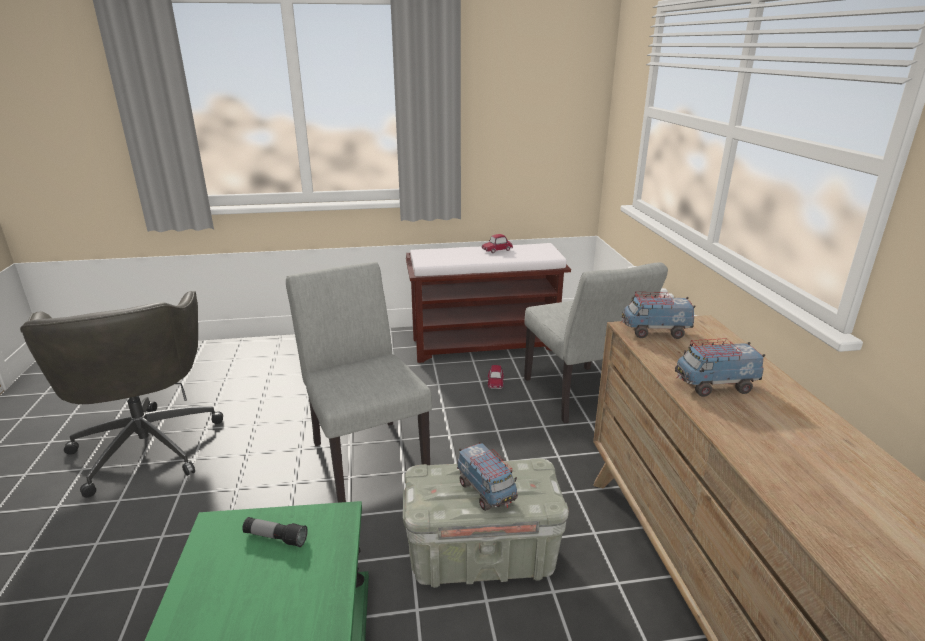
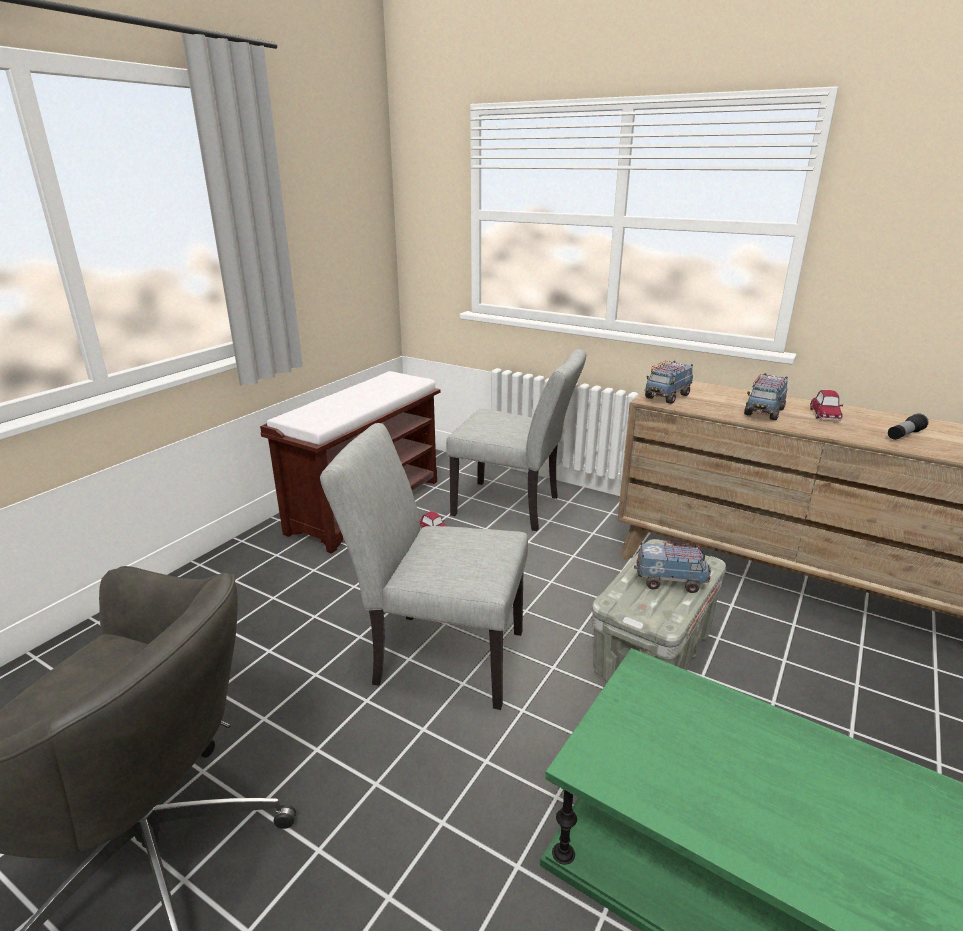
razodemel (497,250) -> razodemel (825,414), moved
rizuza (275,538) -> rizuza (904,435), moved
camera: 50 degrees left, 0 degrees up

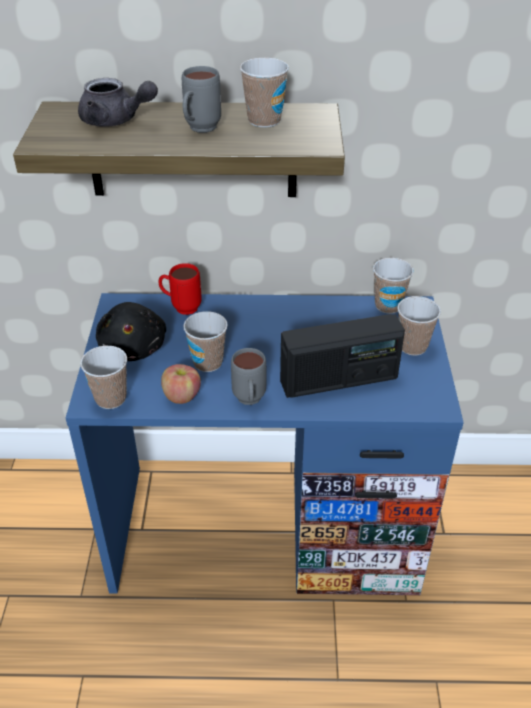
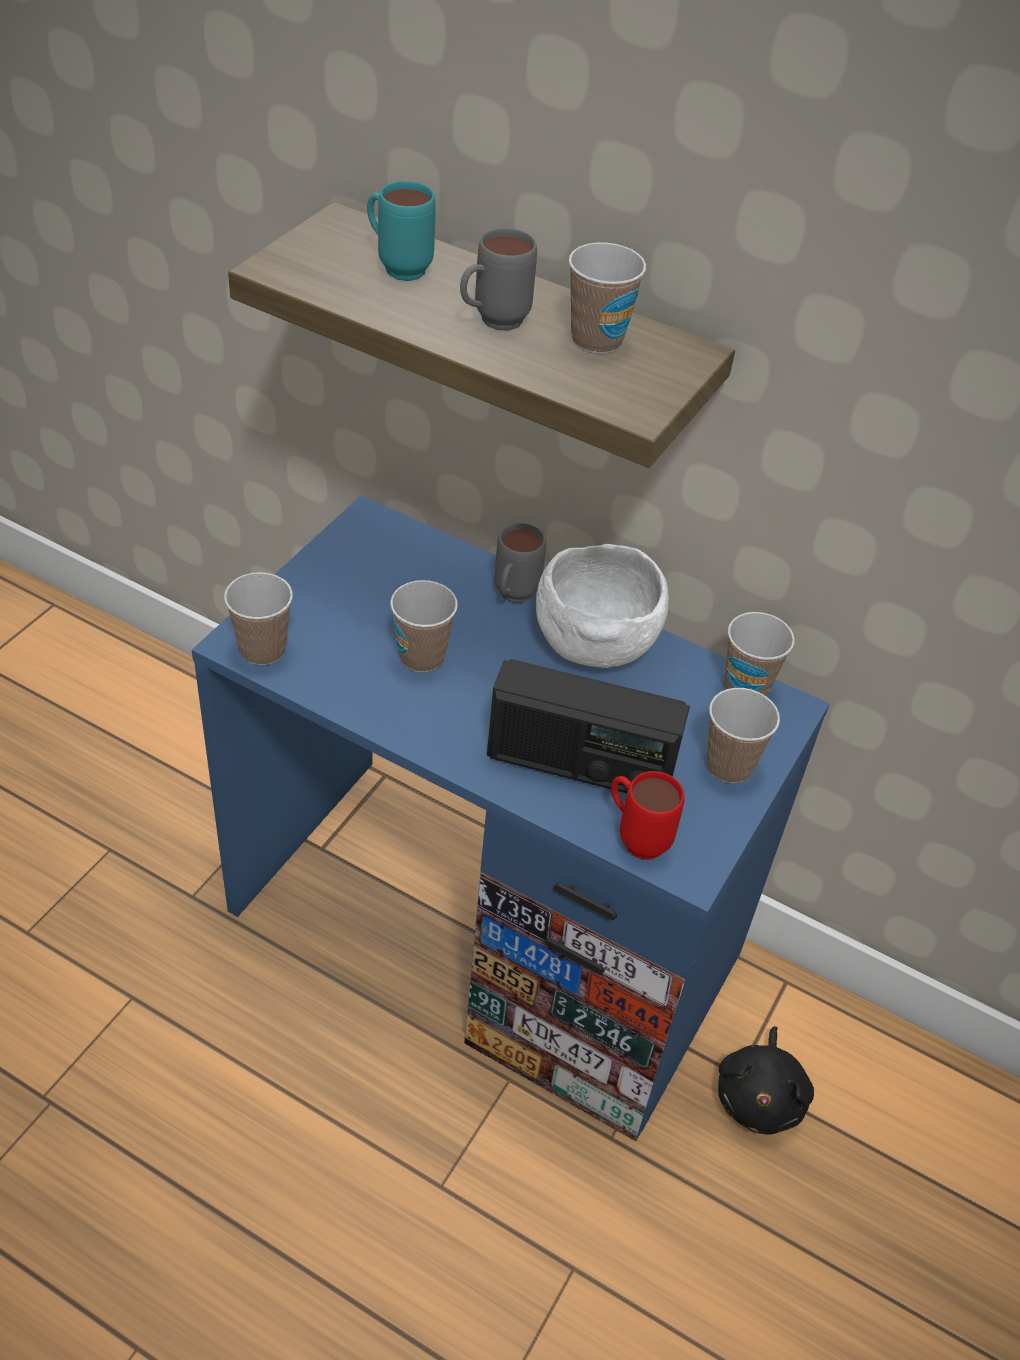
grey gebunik (115,121) -> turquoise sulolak (397,267)
grey sulolak (249,402) -> grey sulolak (512,598), moved
none -> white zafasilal (594,643)
red sulolak (181,307) -> red sulolak (635,837), moved
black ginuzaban (133,348) -> black ginuzaban (760,1096), moved
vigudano (181,396) -> none
camera: 25 degrees right, 5 degrees up

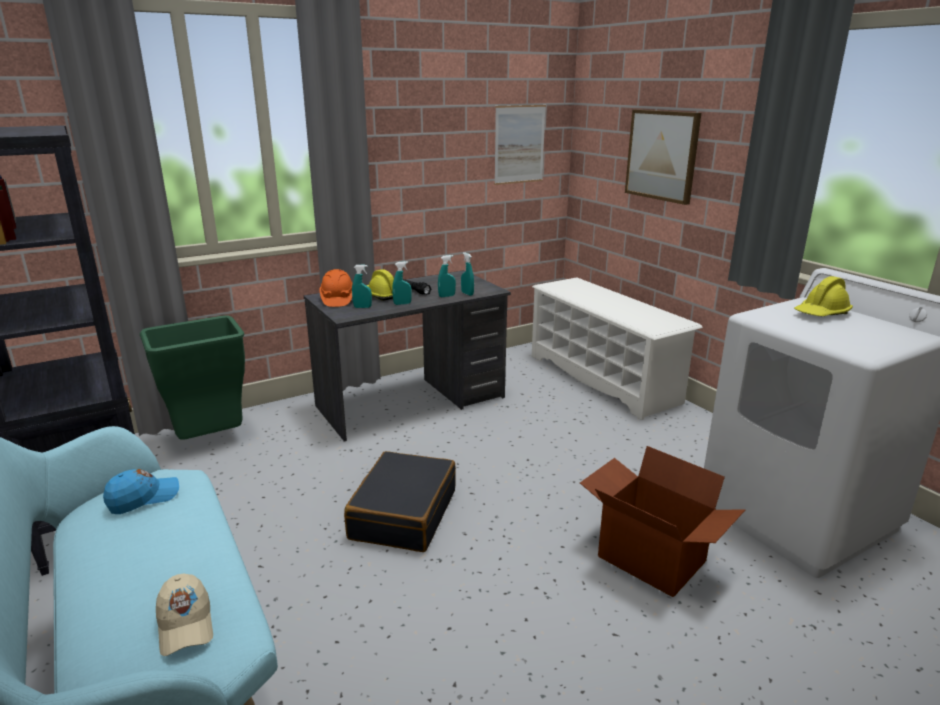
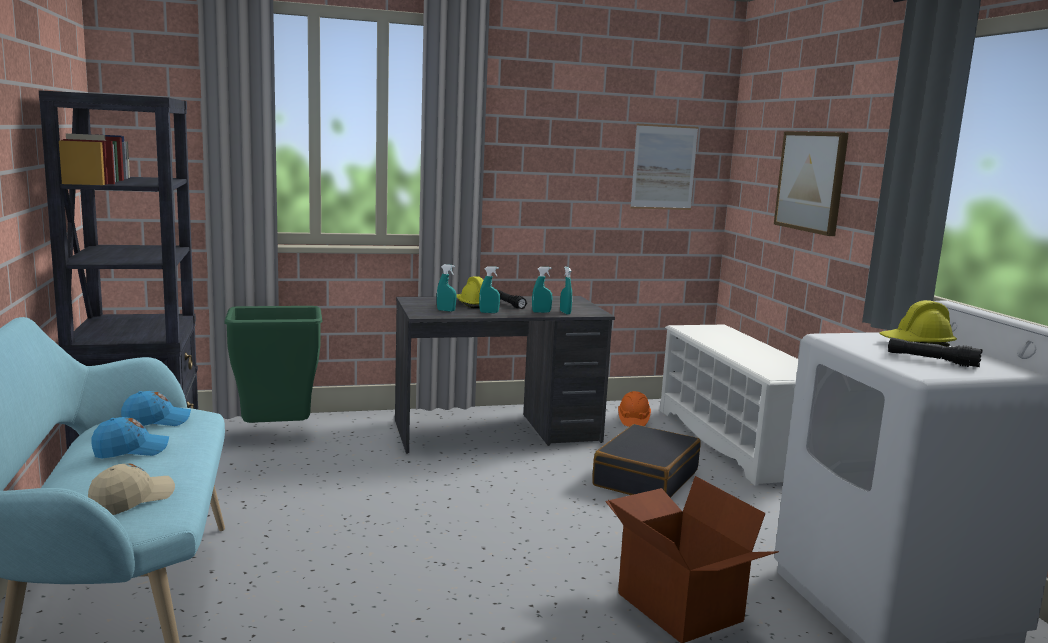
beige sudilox (185,625) -> beige sudilox (132,500), 135 degrees counterclockwise
none -> blue sudilox (131,450)
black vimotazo (403,514) -> black vimotazo (645,478), moved
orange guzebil (337,300) -> orange guzebil (633,420), moved
none -> black rizuza (932,360)
camera: 15 degrees right, 10 degrees down

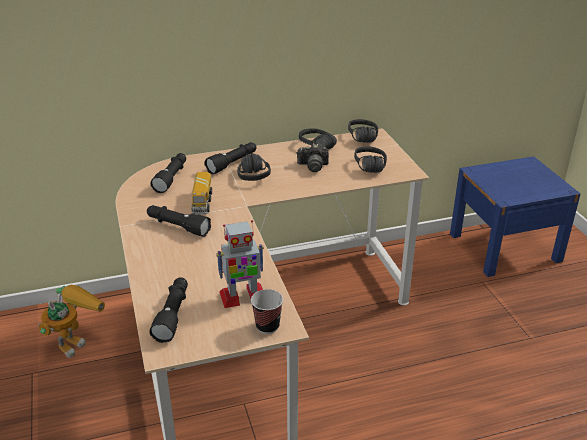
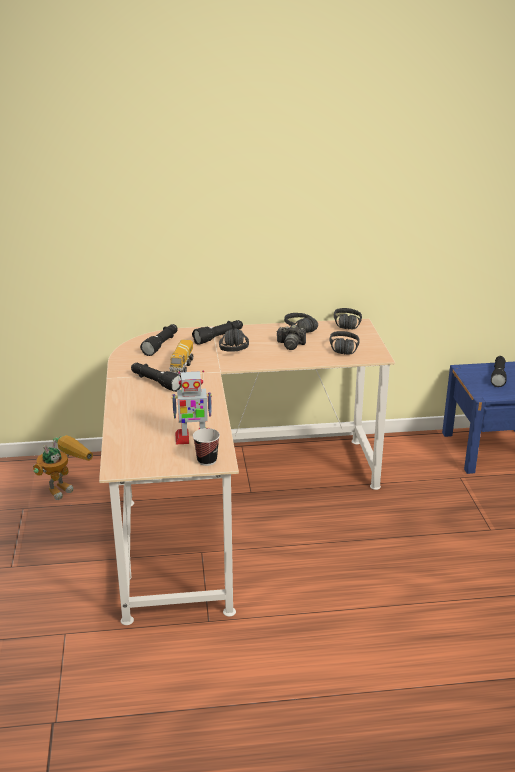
black rizuza (173,315) -> black rizuza (498,376), moved
camera: 10 degrees right, 5 degrees down

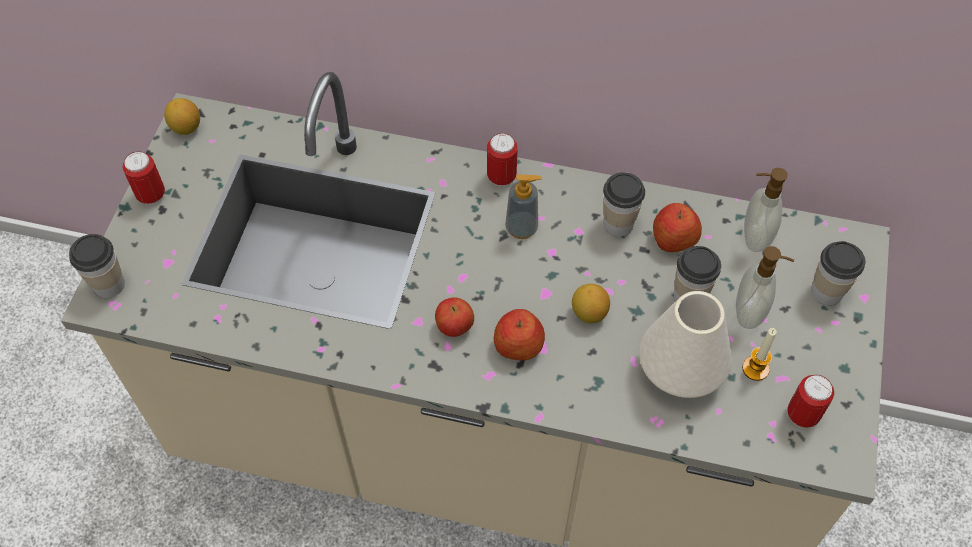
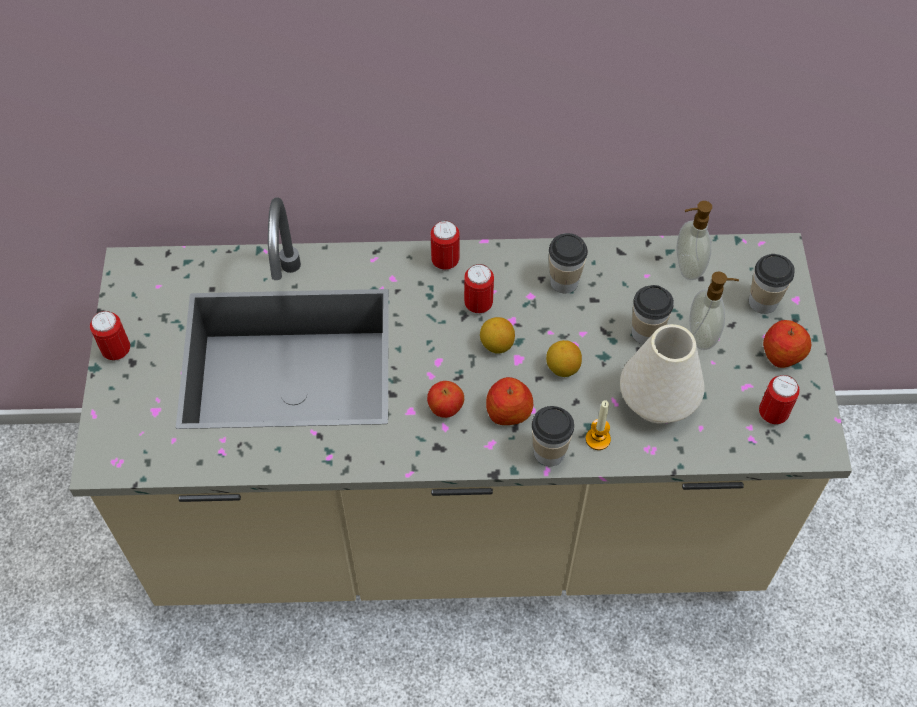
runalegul (521,228) -> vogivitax (478,304)
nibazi (186,128) -> nibazi (496,345), moved
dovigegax (108,284) -> dovigegax (549,452), moved
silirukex (755,368) -> silirukex (598,439), moved
vigudano (673,239) -> vigudano (782,353), moved
camera: 15 degrees left, 0 degrees up

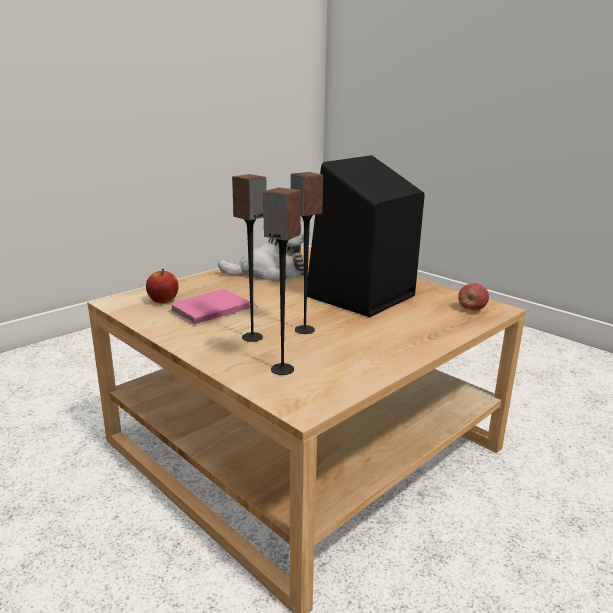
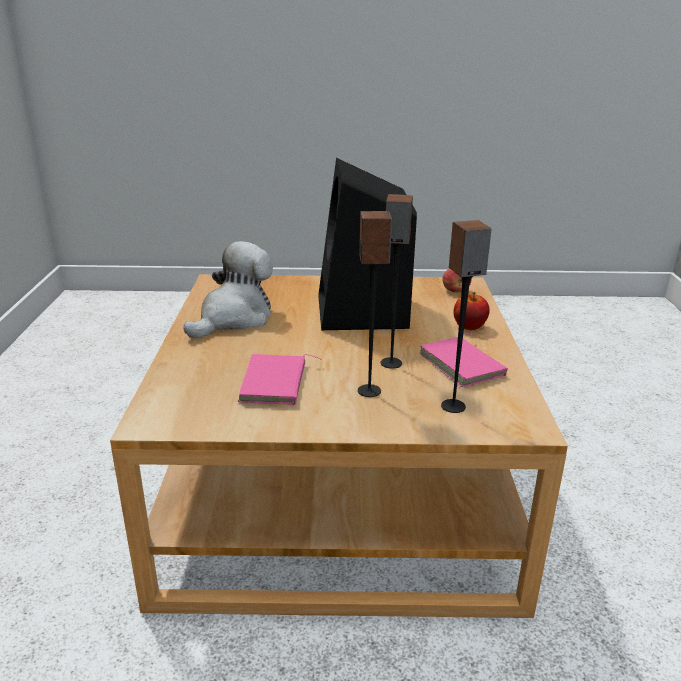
none -> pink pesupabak (464,365)
vigudano (163,301) -> vigudano (469,327), moved
camera: 45 degrees left, 5 degrees up

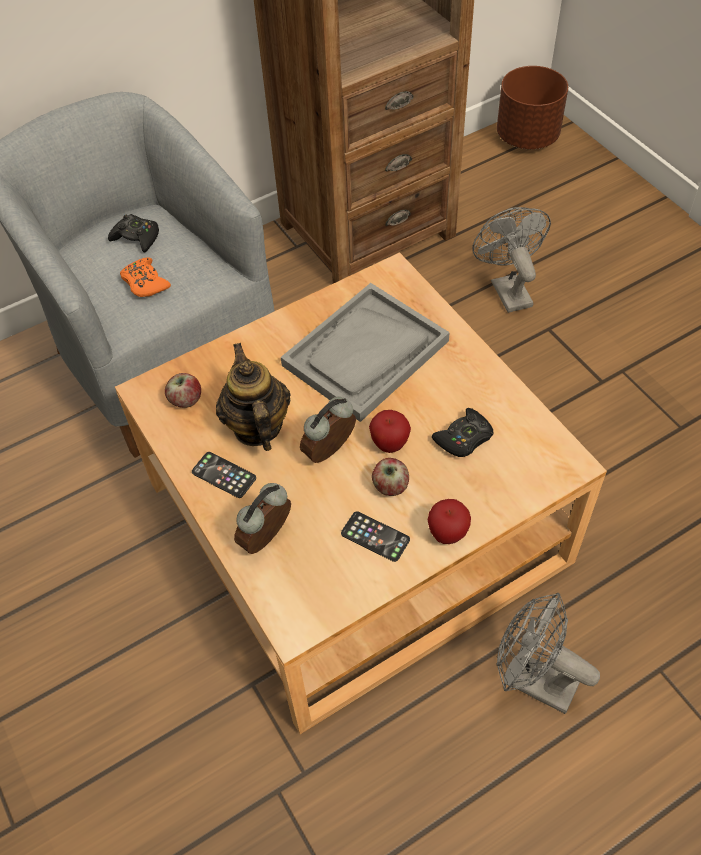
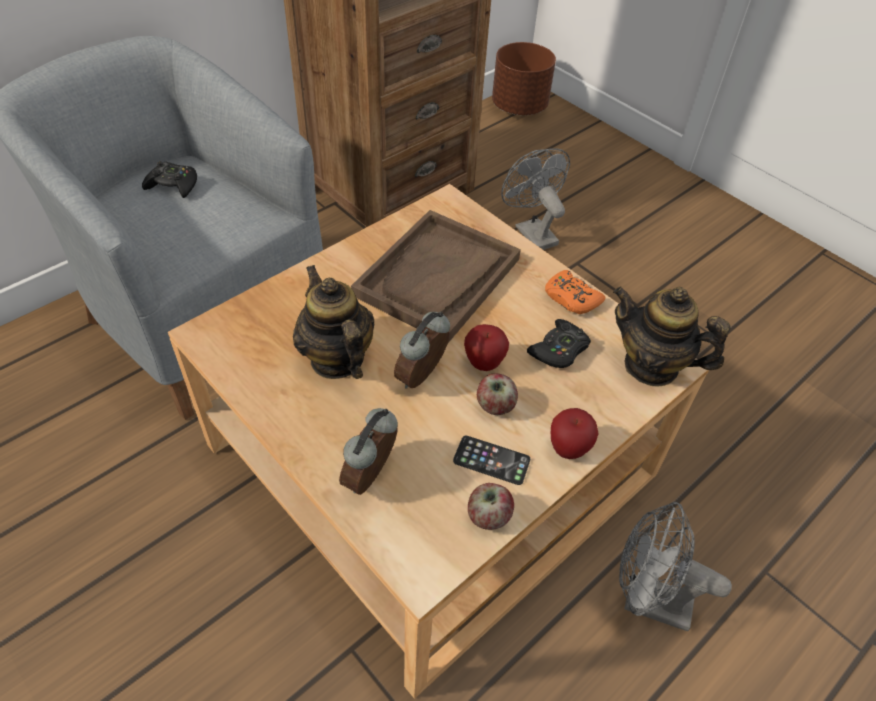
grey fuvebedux (365,354) -> brown fuvebedux (437,277)
vigudano (186,400) -> vigudano (488,516), moved
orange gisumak (145,283) -> orange gisumak (571,298), moved
none -> gebunik (651,366)
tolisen (224,475) -> none
camera: 15 degrees left, 5 degrees down

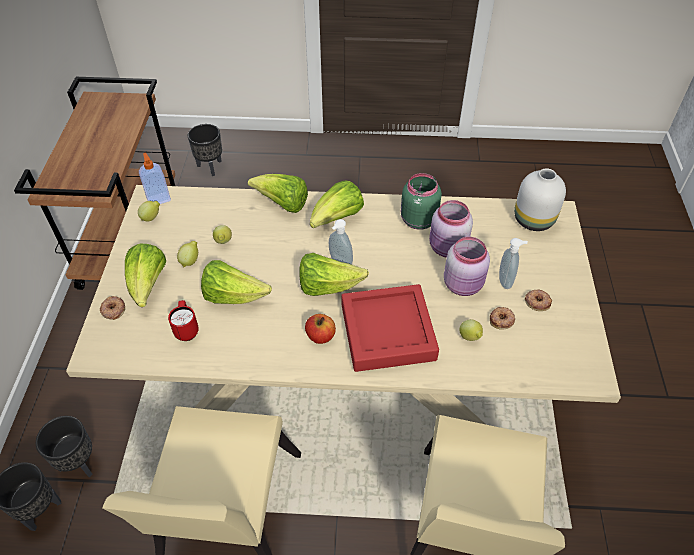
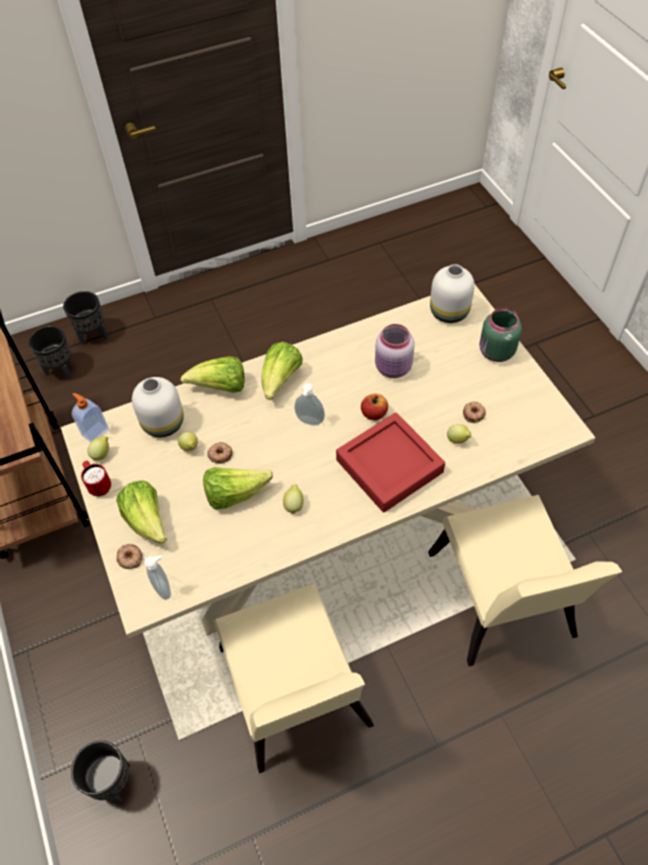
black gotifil (80,464) -> black gotifil (94,336), moved
red sulolak (186,329) -> red sulolak (98,485), moved
none -> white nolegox (162,424)
runalegul (506,281) -> runalegul (164,588), moved
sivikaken (537,301) -> sivikaken (220,454), moved
nibazi (190,261) -> nibazi (294,504), moved
vigudano (320,336) -> vigudano (374,414), moved
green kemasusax (417,220) -> green kemasusax (495,352), moved
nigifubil (328,287) -> none
pink kemasusax (464,285) -> none
camera: 25 degrees left, 5 degrees up

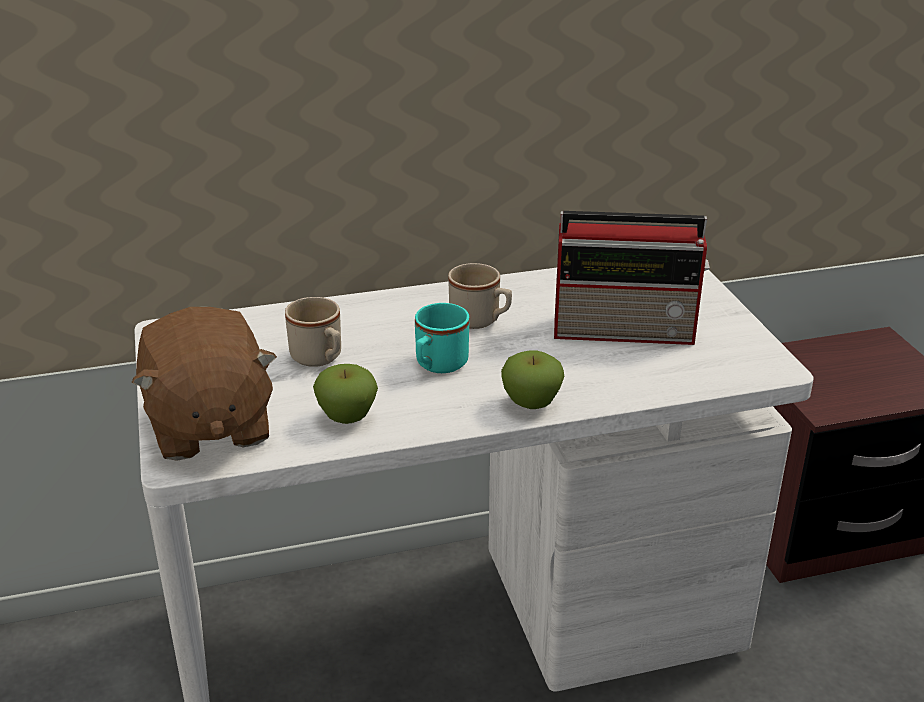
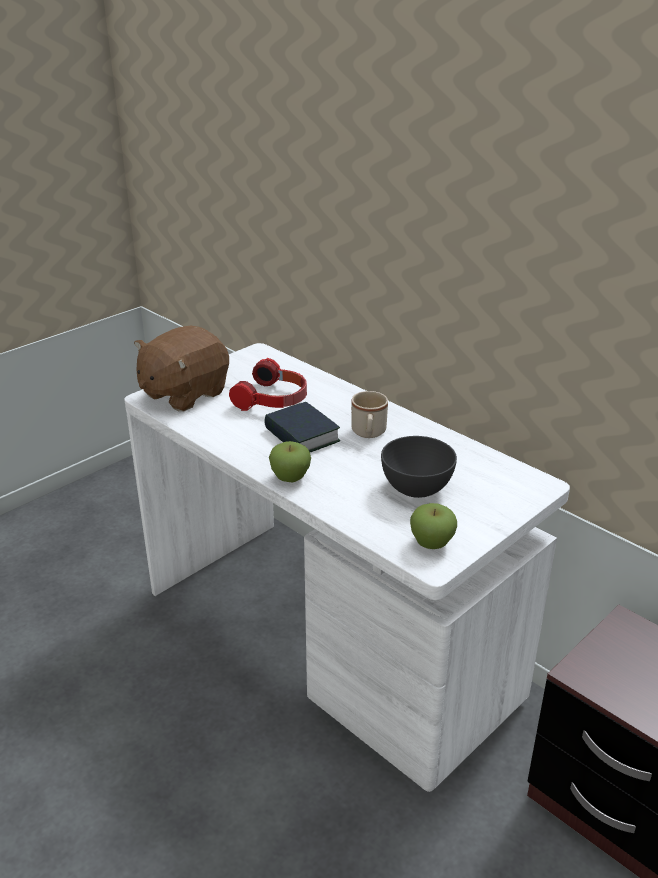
beige sulolak (320,359) -> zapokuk (273,400)
turquoise sulolak (437,366) -> pesupabak (302,436)
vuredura (627,330) -> grey zafasilal (417,488)
vigudano (347,418) -> vigudano (431,544), moved
camera: 60 degrees right, 0 degrees up

